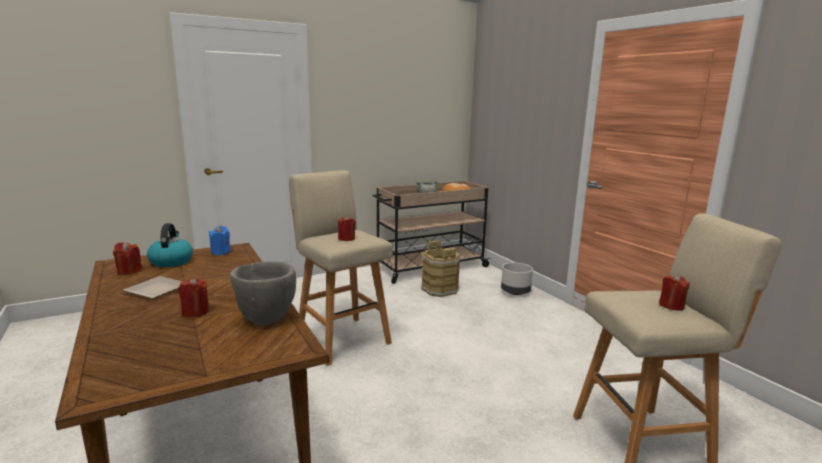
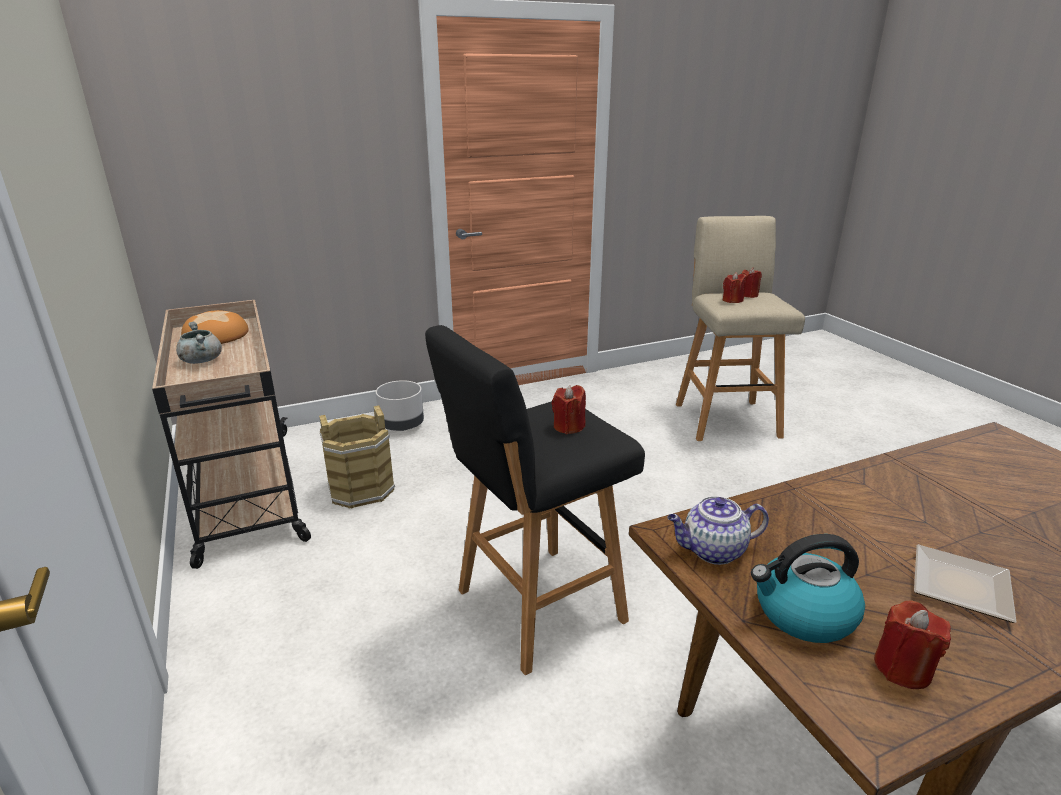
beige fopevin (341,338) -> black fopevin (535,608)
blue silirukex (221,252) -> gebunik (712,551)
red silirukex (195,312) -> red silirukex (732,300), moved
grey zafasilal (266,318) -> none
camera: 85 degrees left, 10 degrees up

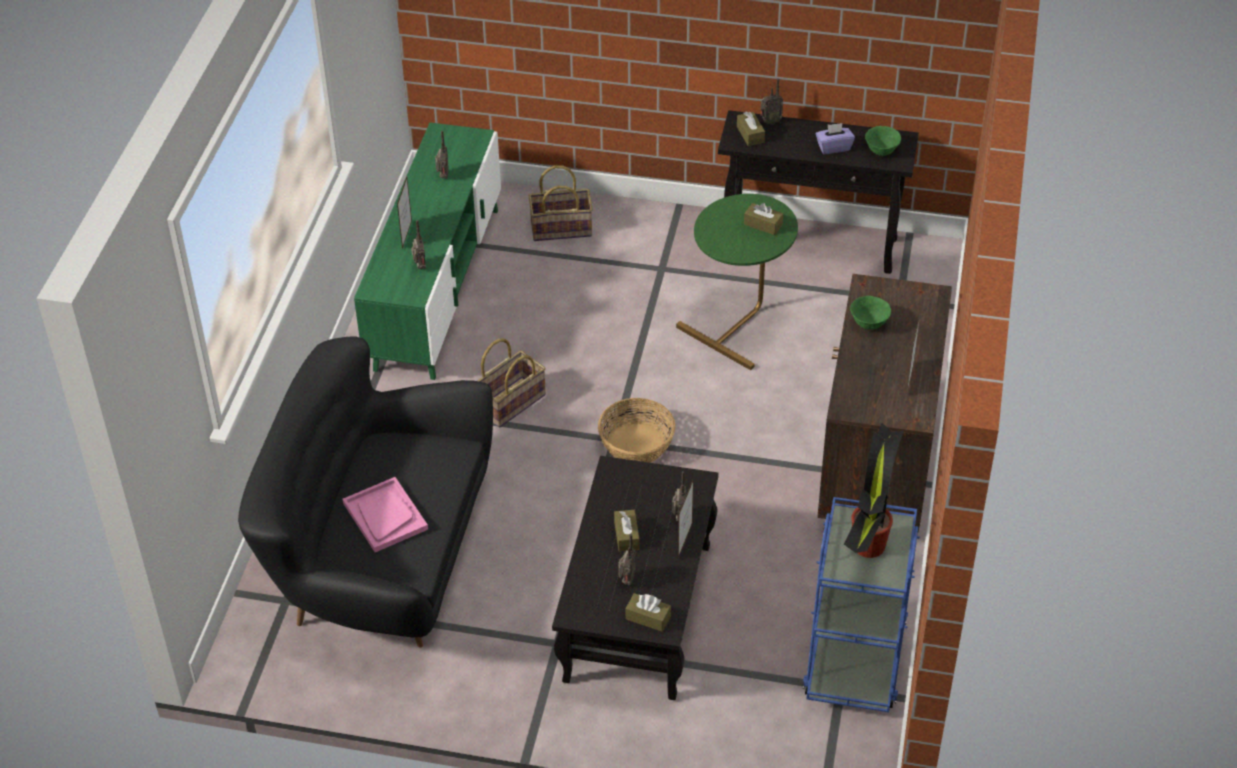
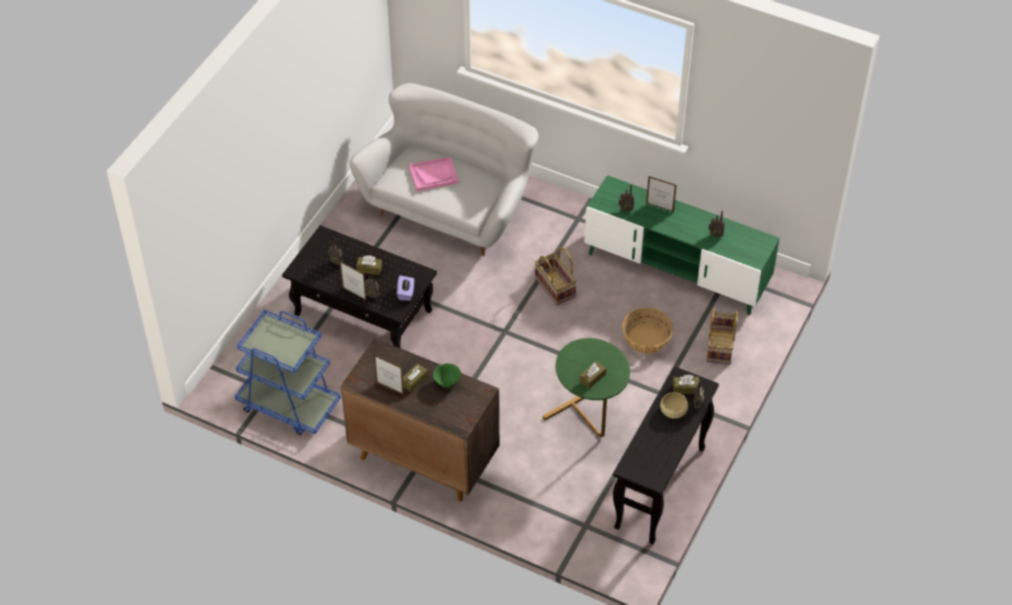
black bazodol (380,558) -> white bazodol (450,207)
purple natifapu (833,147) -> purple natifapu (406,293), moved
brown natifapu (648,617) -> brown natifapu (414,381), moved
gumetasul (636,444) -> gumetasul (646,338), moved
none -> beige zafasilal (673,410)
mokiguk (868,546) -> none
green zafasilal (881,151) -> none
camera: 105 degrees right, 5 degrees up

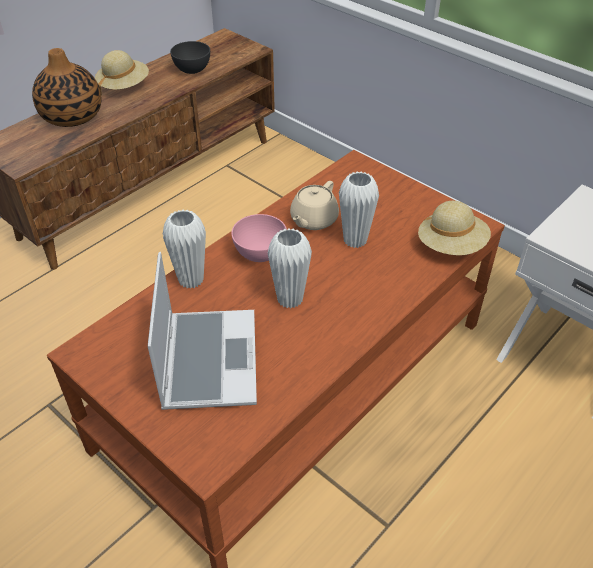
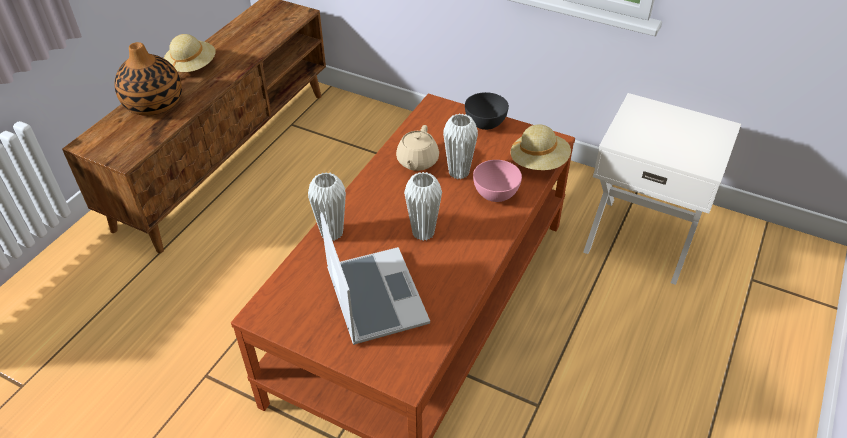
grey zafasilal (192,70) -> grey zafasilal (485,124), moved
pink zafasilal (260,253) -> pink zafasilal (496,194), moved
camera: 15 degrees left, 0 degrees up

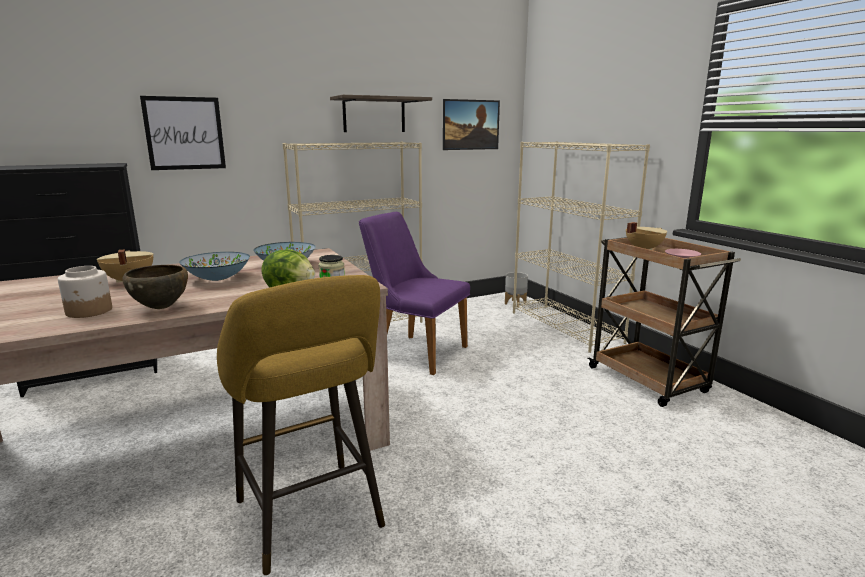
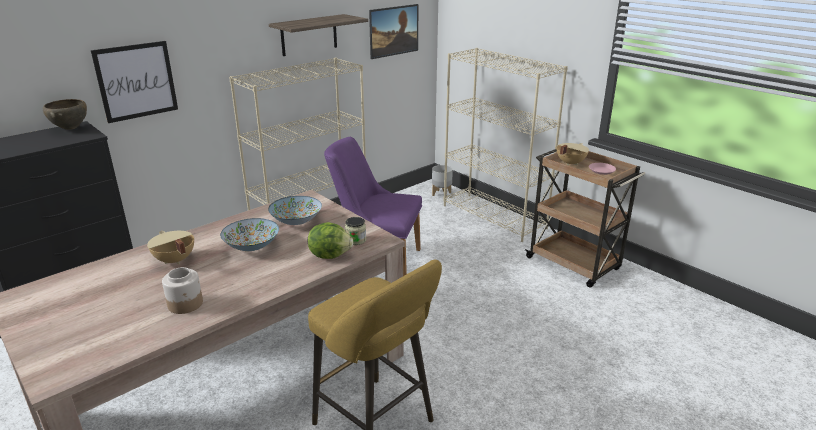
brown zafasilal (161,308) -> brown zafasilal (71,128), moved
camera: 15 degrees left, 10 degrees up

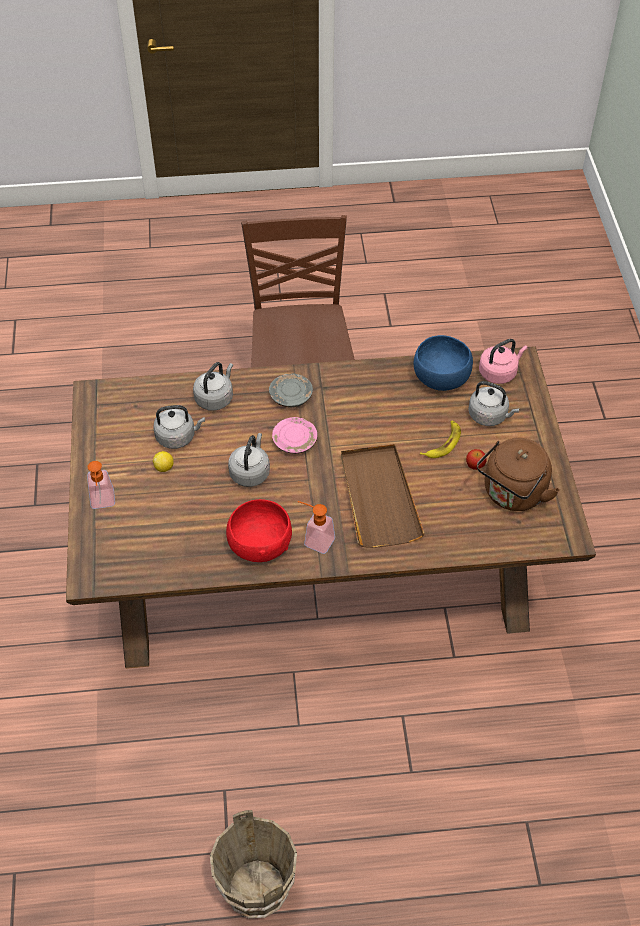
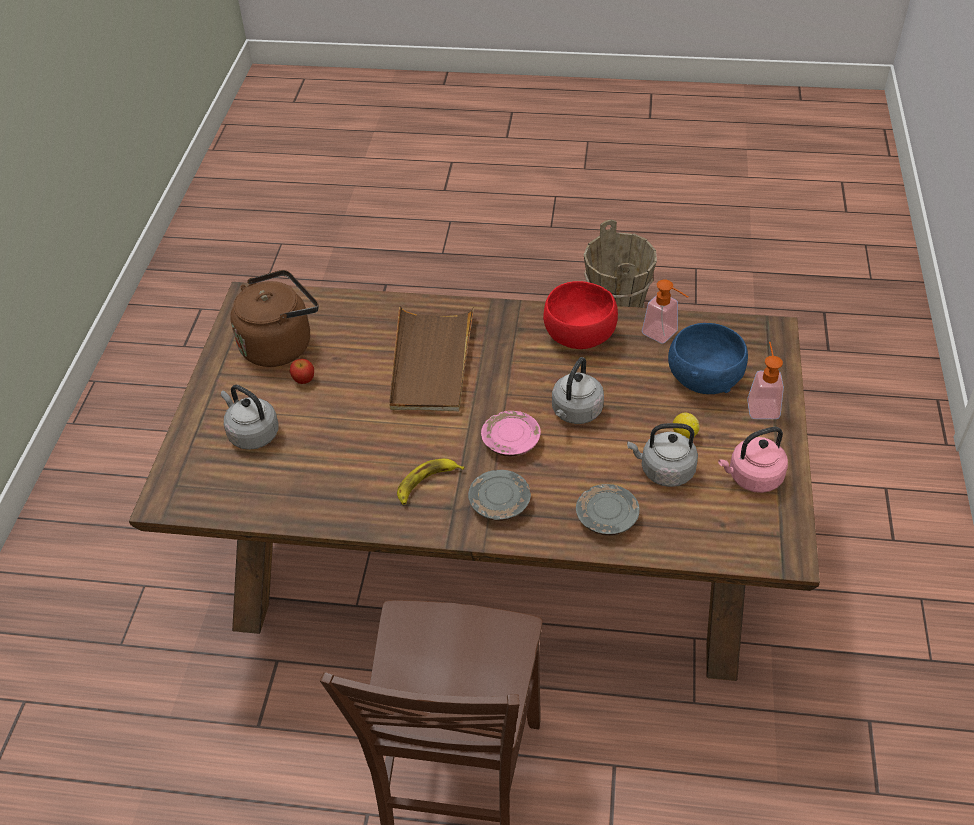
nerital (443,443) -> nerital (426,483), moved
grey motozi (215,398) -> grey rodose (606,517)
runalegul (314,540) -> runalegul (664,335), moved
blue zafasilal (441,378) -> blue zafasilal (703,379), moved
pink motozi (499,372) -> pink motozi (752,477), moved
camera: 165 degrees left, 5 degrees down

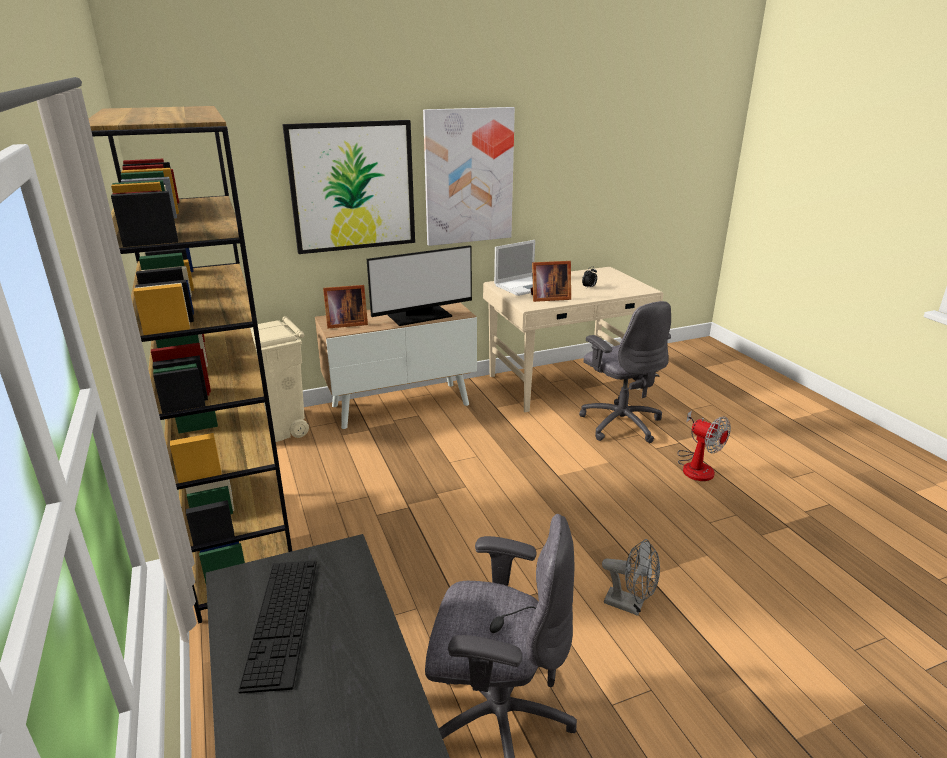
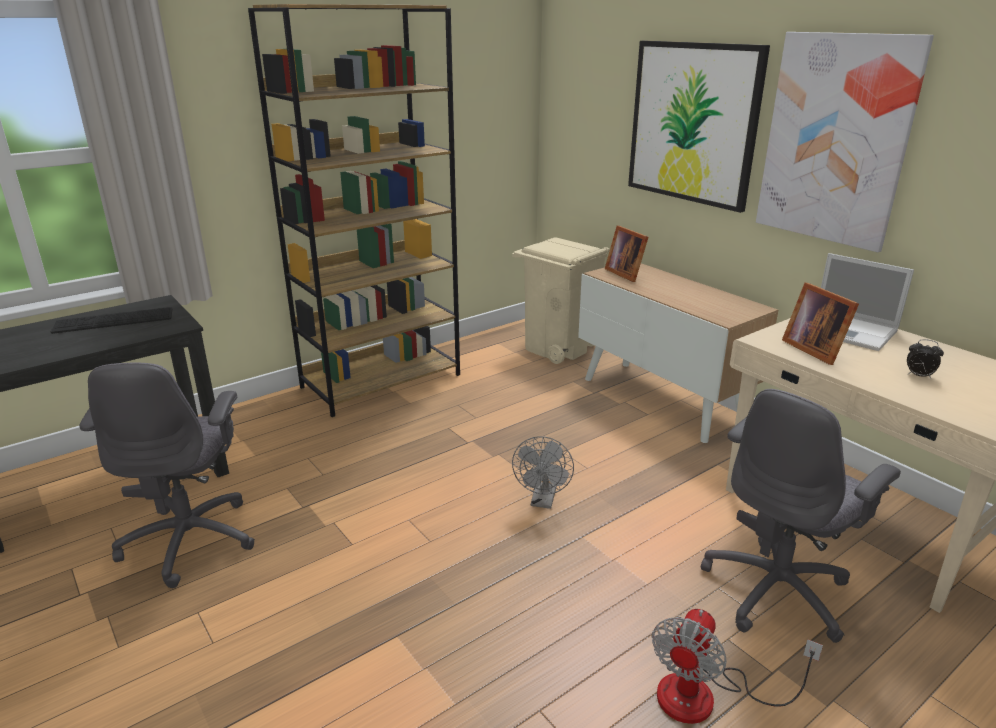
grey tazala (630,605) -> grey tazala (543,501), moved
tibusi (420,316) -> none
camera: 75 degrees right, 0 degrees up

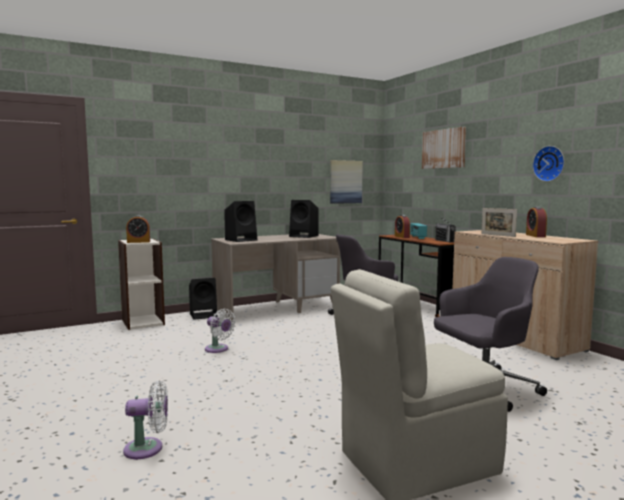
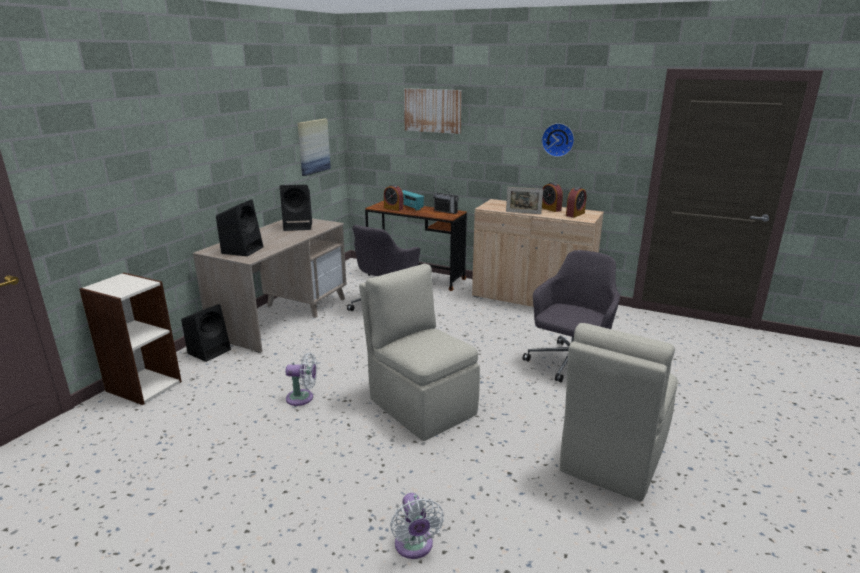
none -> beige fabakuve (421,405)
white tazala (148,448) -> white tazala (414,547), 120 degrees clockwise
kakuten (138,242) -> kakuten (575,214), moved
camera: 35 degrees left, 15 degrees up

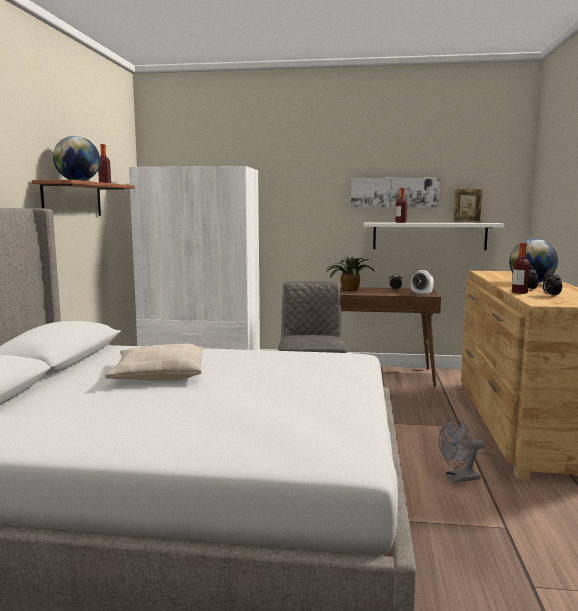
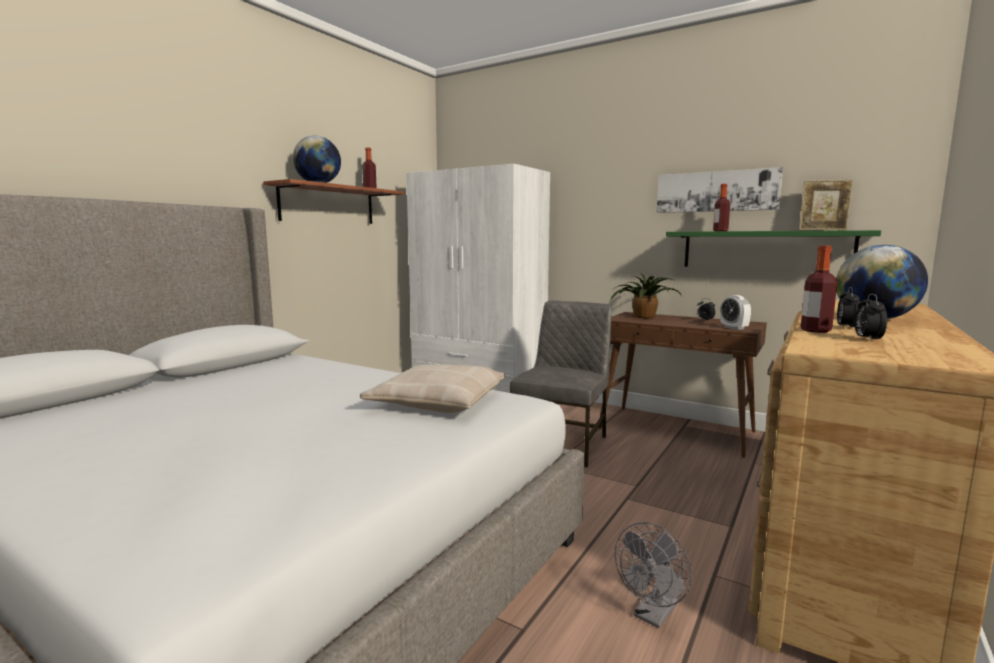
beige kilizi (158,374) -> beige kilizi (437,401), moved
grey tazala (458,478) -> grey tazala (653,615), 60 degrees counterclockwise
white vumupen (429,236) -> green vumupen (765,250)
camera: 25 degrees right, 0 degrees up

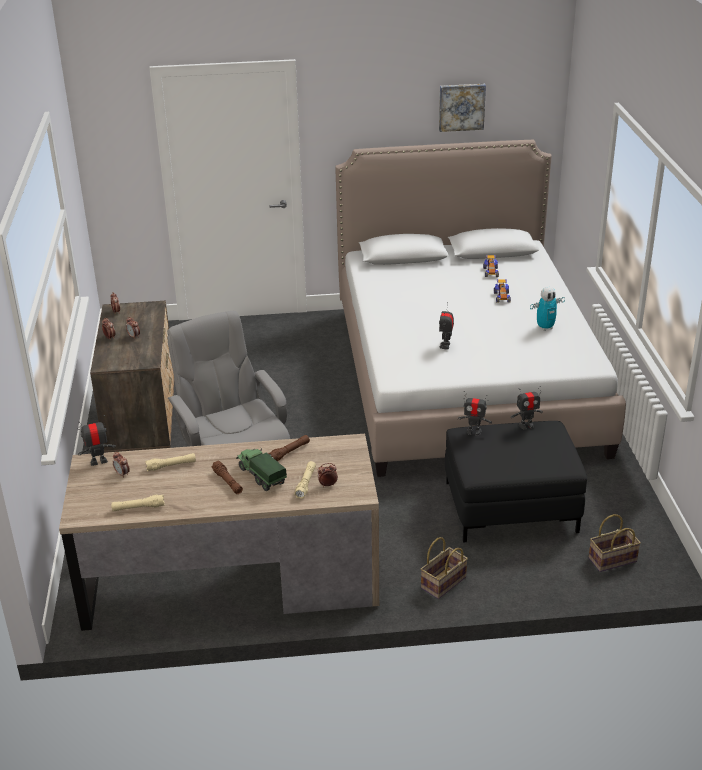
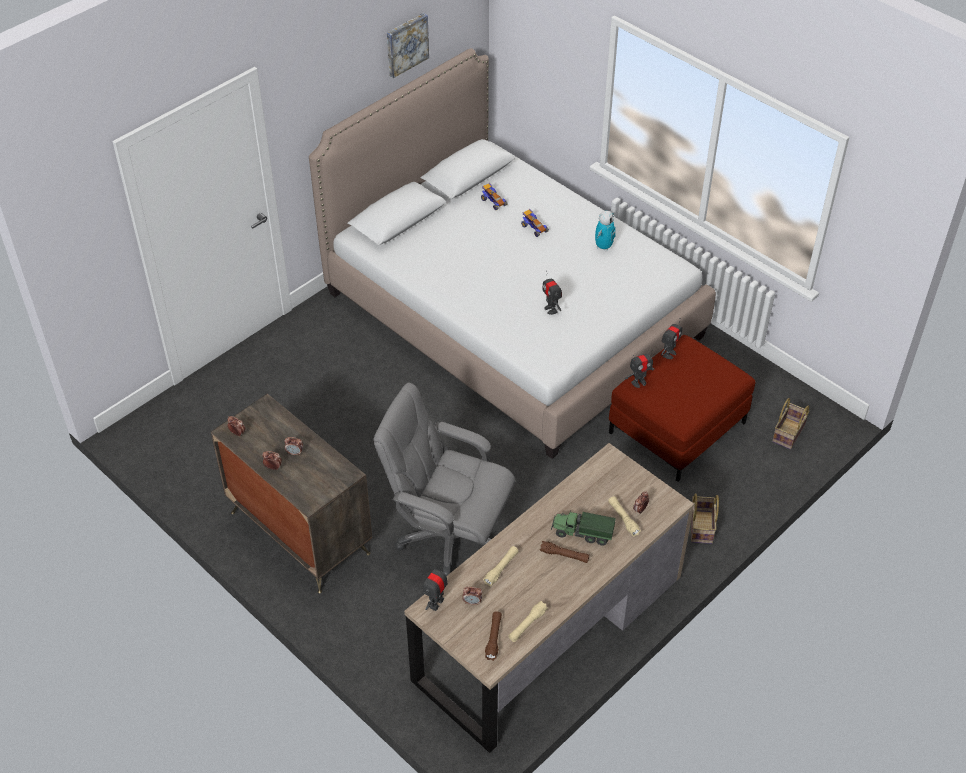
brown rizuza (289,452) -> brown rizuza (494,638), moved
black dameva (511,506) -> red dameva (677,427)
camera: 40 degrees left, 15 degrees up

